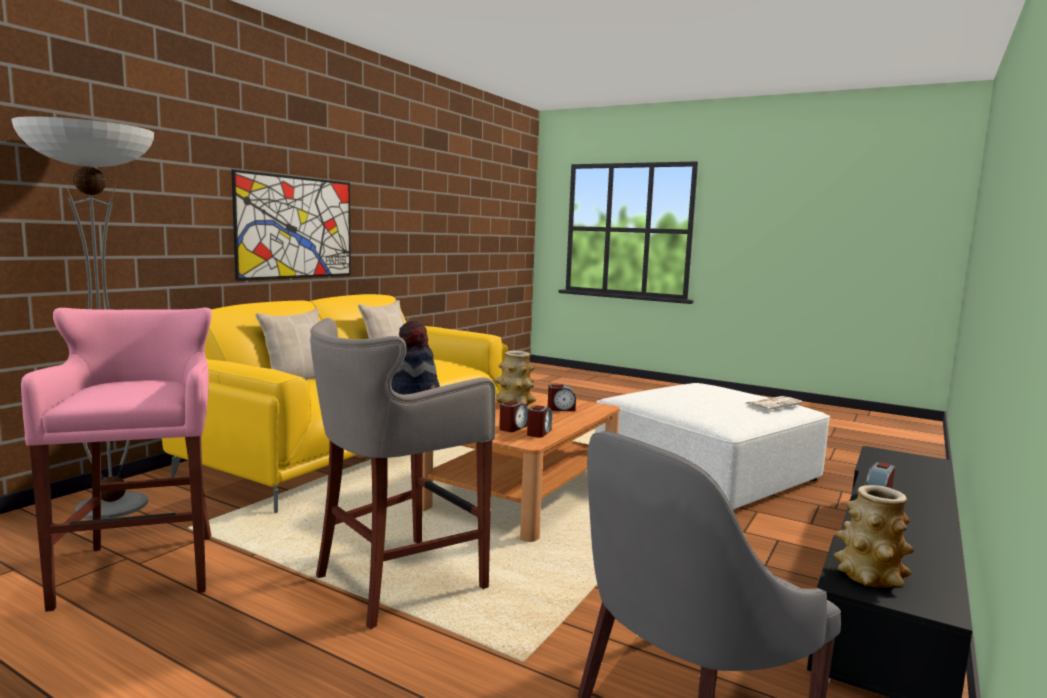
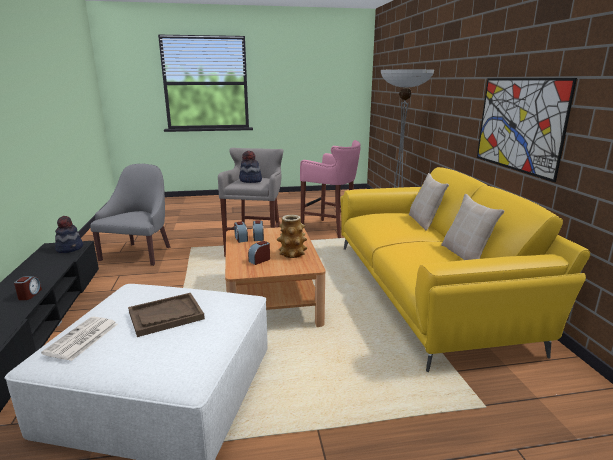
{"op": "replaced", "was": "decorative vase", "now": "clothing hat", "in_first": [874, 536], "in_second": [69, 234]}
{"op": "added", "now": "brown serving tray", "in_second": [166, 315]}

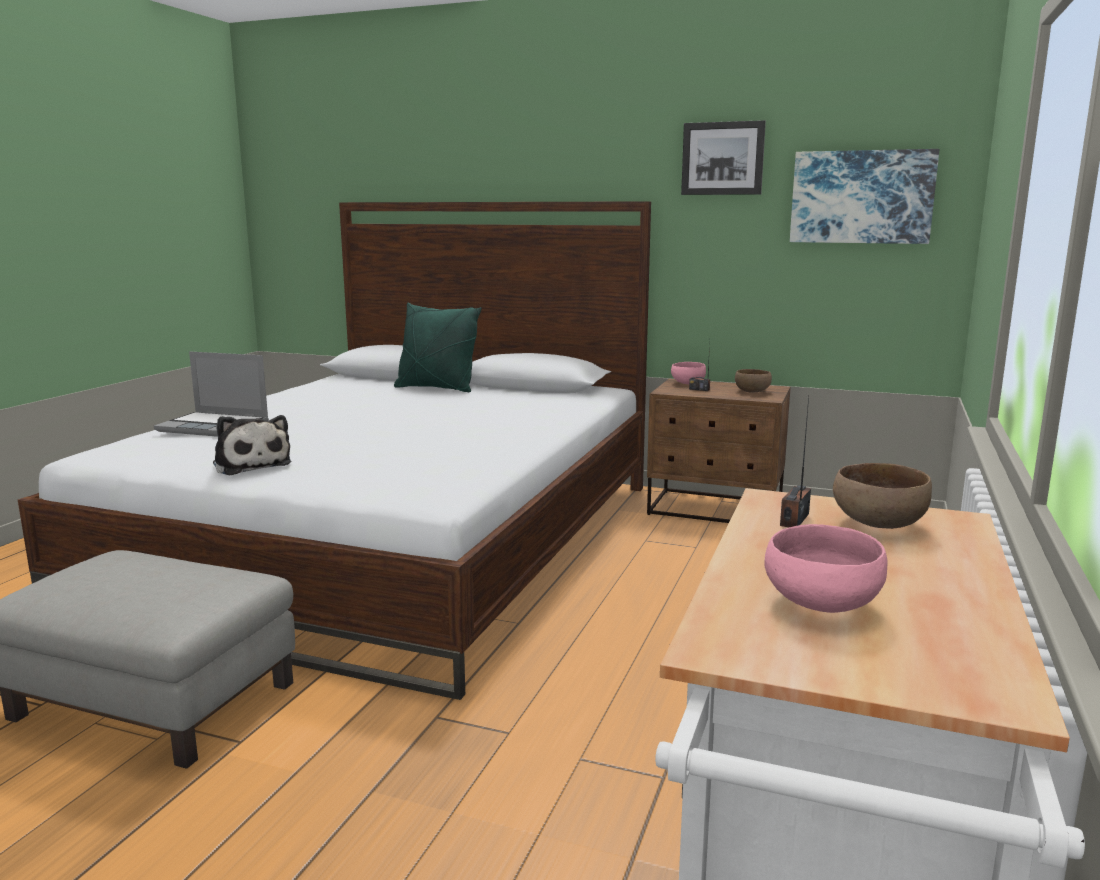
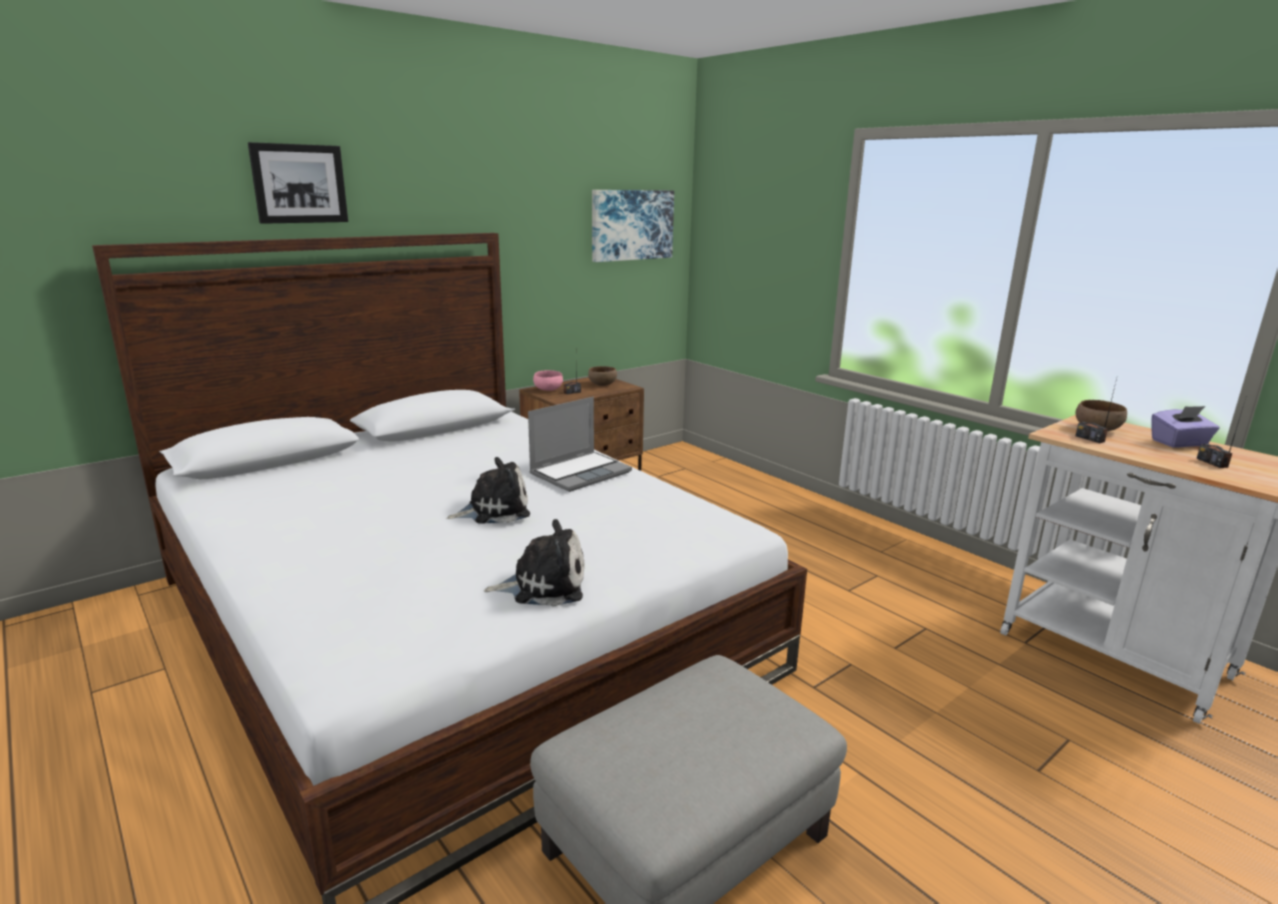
{"op": "moved", "was": "portable computer", "in_first": [211, 394], "in_second": [580, 444]}
{"op": "removed", "was": "green throw pillow", "in_first": [438, 347]}
{"op": "moved", "was": "wall art", "in_first": [723, 157], "in_second": [298, 183]}
{"op": "replaced", "was": "pink-coloured serving bowl", "now": "radio set", "in_first": [826, 568], "in_second": [1221, 431]}
{"op": "added", "now": "plush toy", "in_second": [488, 490]}
{"op": "added", "now": "purplish tissue box", "in_second": [1185, 427]}

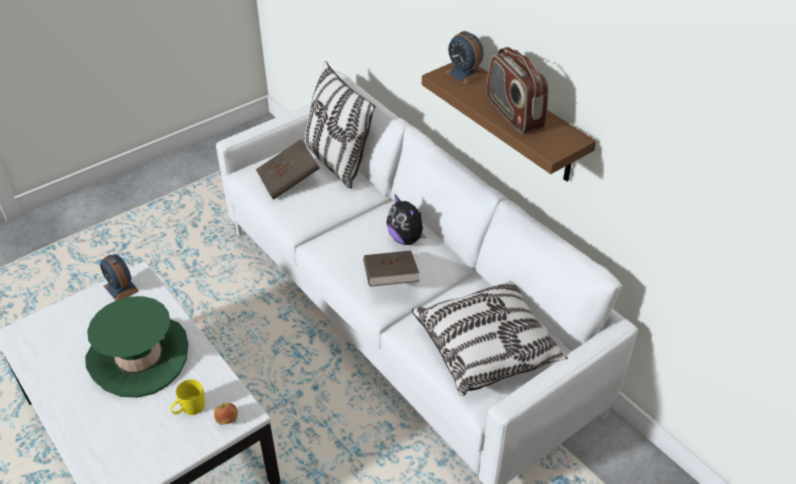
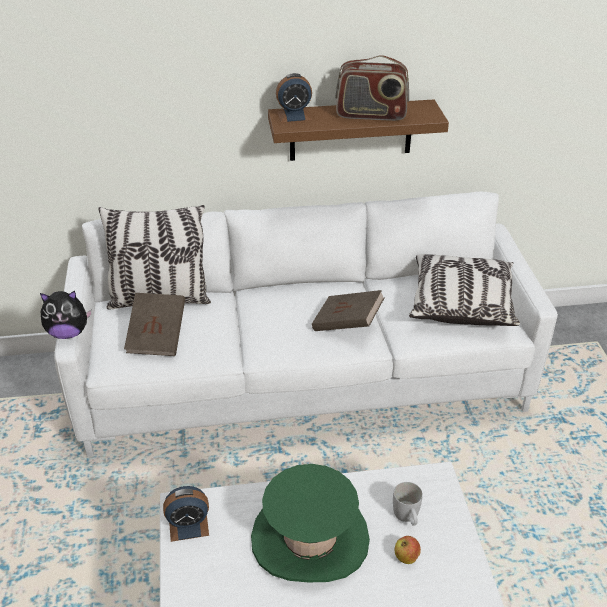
{"op": "recoloured", "was": "yellowish coffee mug", "now": "whitish coffee mug", "in_first": [187, 397], "in_second": [408, 503]}
{"op": "moved", "was": "whole apple", "in_first": [226, 414], "in_second": [408, 550]}
{"op": "moved", "was": "plush toy", "in_first": [407, 220], "in_second": [66, 314]}

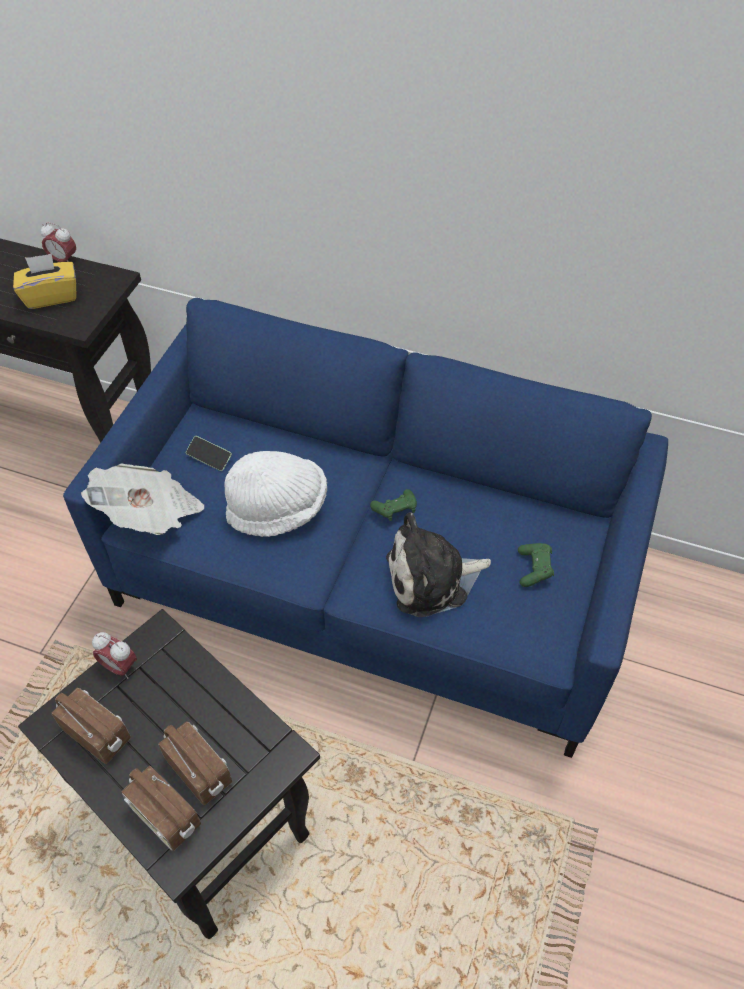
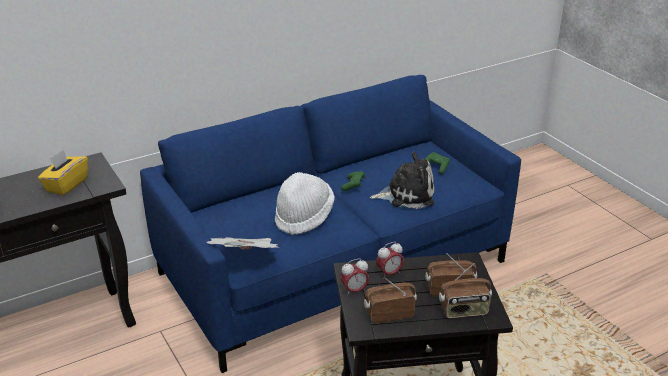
{"op": "moved", "was": "alarm clock", "in_first": [58, 242], "in_second": [390, 260]}
{"op": "removed", "was": "telephone", "in_first": [209, 453]}
{"op": "turned", "was": "plush toy", "in_first": [438, 564], "in_second": [402, 180], "clockwise": -120}

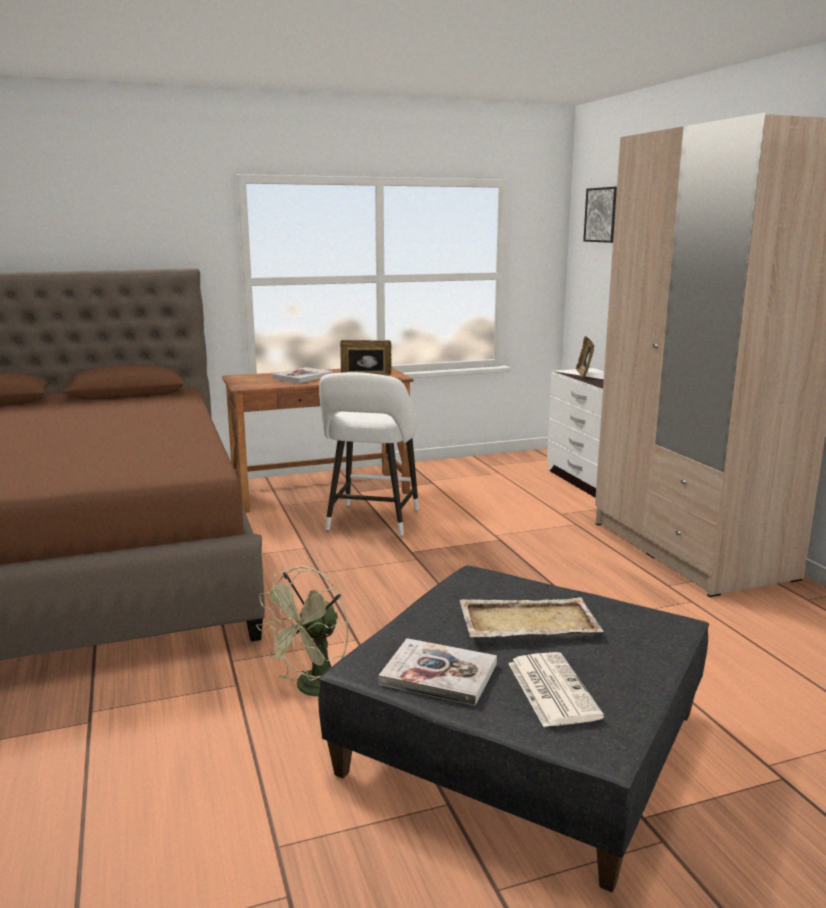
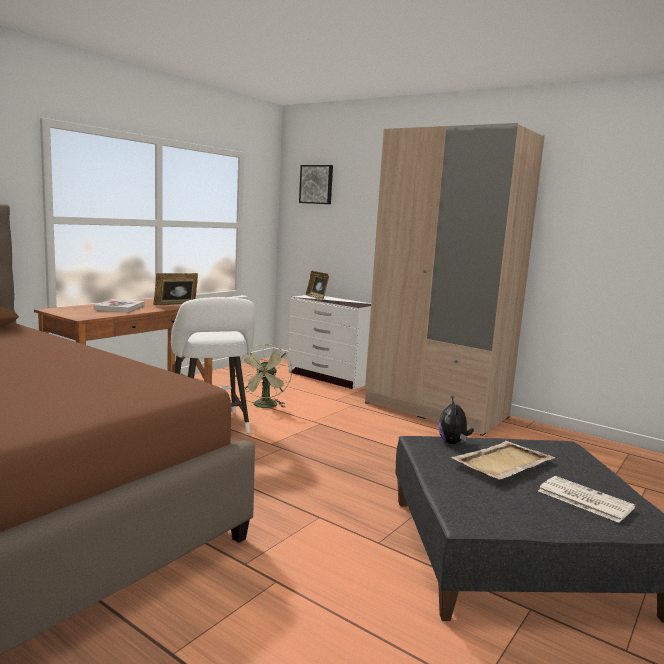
{"op": "moved", "was": "green fan", "in_first": [302, 631], "in_second": [266, 376]}
{"op": "removed", "was": "bound book", "in_first": [437, 672]}
{"op": "added", "now": "plush toy", "in_second": [456, 421]}

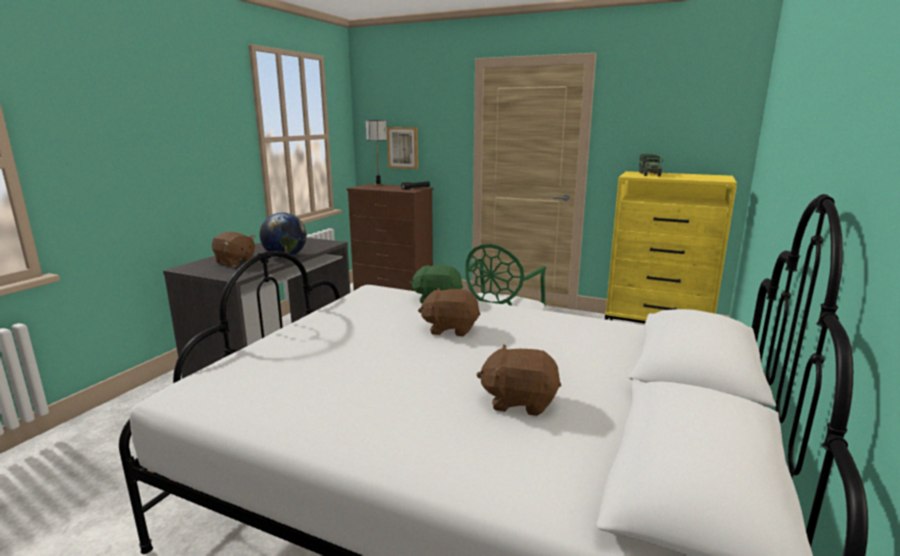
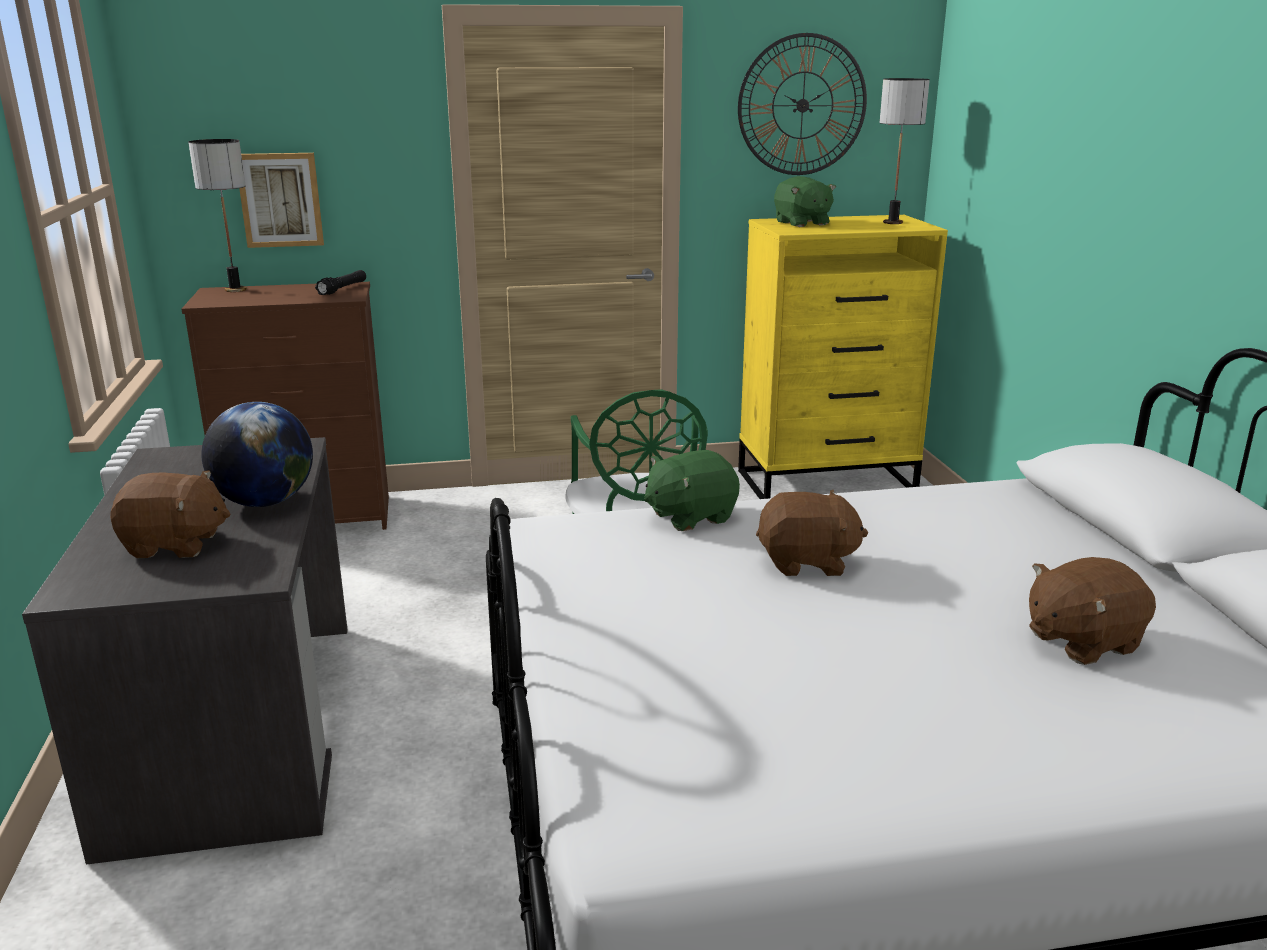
{"op": "turned", "was": "brown plush toy", "in_first": [449, 312], "in_second": [812, 533], "clockwise": -150}
{"op": "replaced", "was": "model truck", "now": "green plush toy", "in_first": [651, 165], "in_second": [805, 201]}
{"op": "added", "now": "clock on the wall", "in_second": [802, 104]}
{"op": "added", "now": "tabletop lamp", "in_second": [905, 151]}

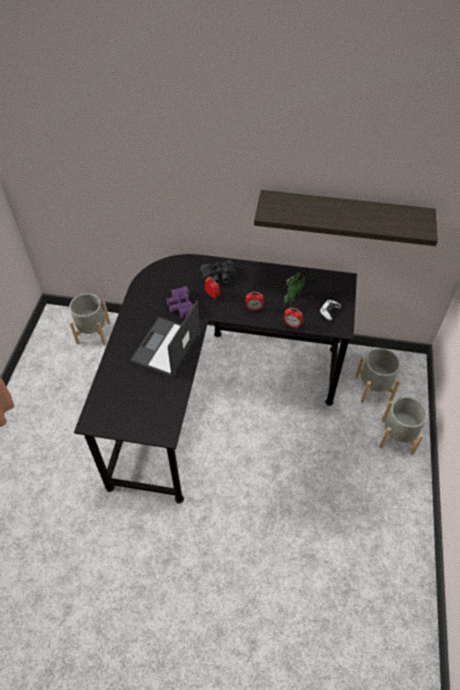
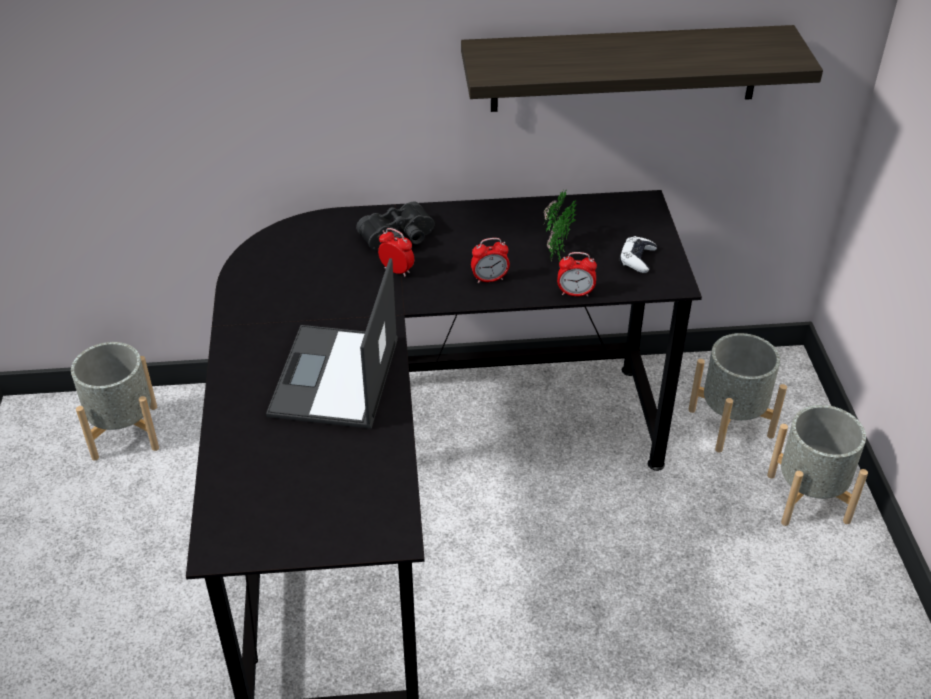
{"op": "removed", "was": "purplish binoculars", "in_first": [180, 302]}

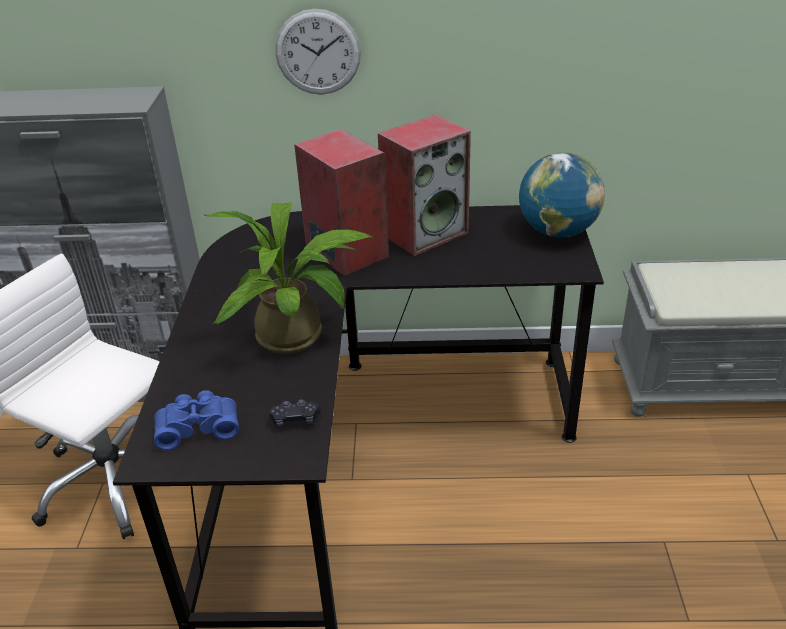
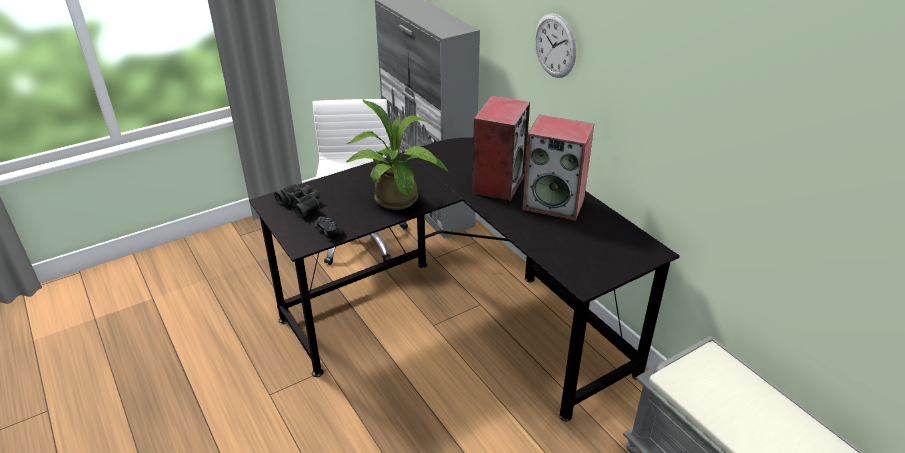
{"op": "recoloured", "was": "blue-coloured binoculars", "now": "blackish binoculars", "in_first": [196, 420], "in_second": [297, 201]}
{"op": "removed", "was": "world globe", "in_first": [562, 194]}

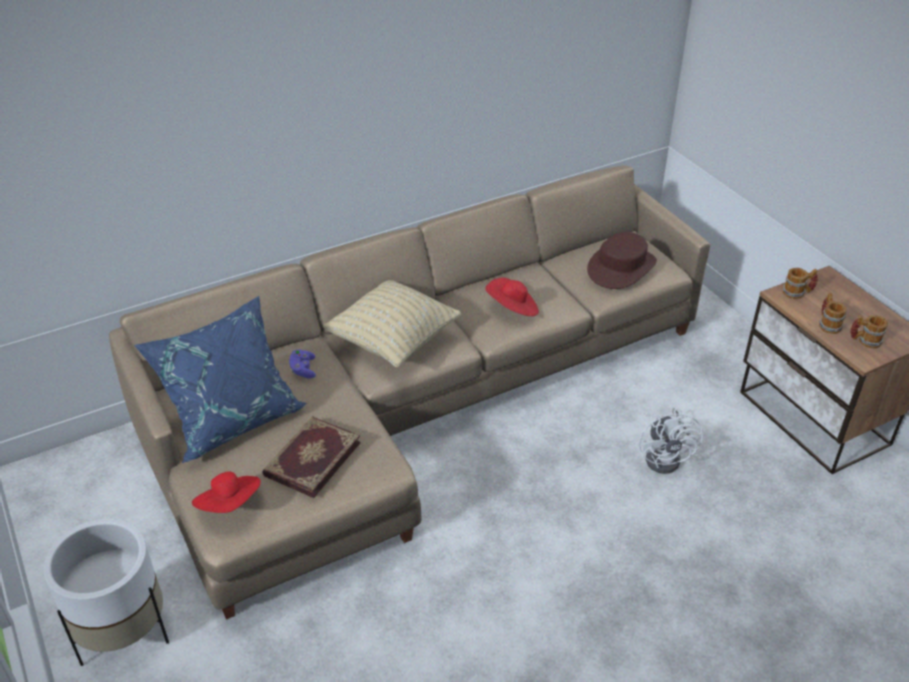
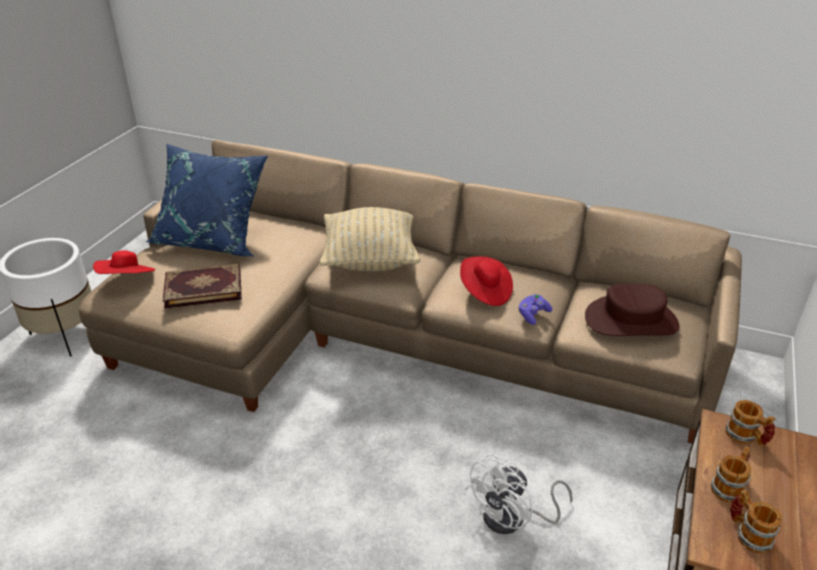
{"op": "moved", "was": "purplish gamepad", "in_first": [302, 363], "in_second": [535, 309]}

